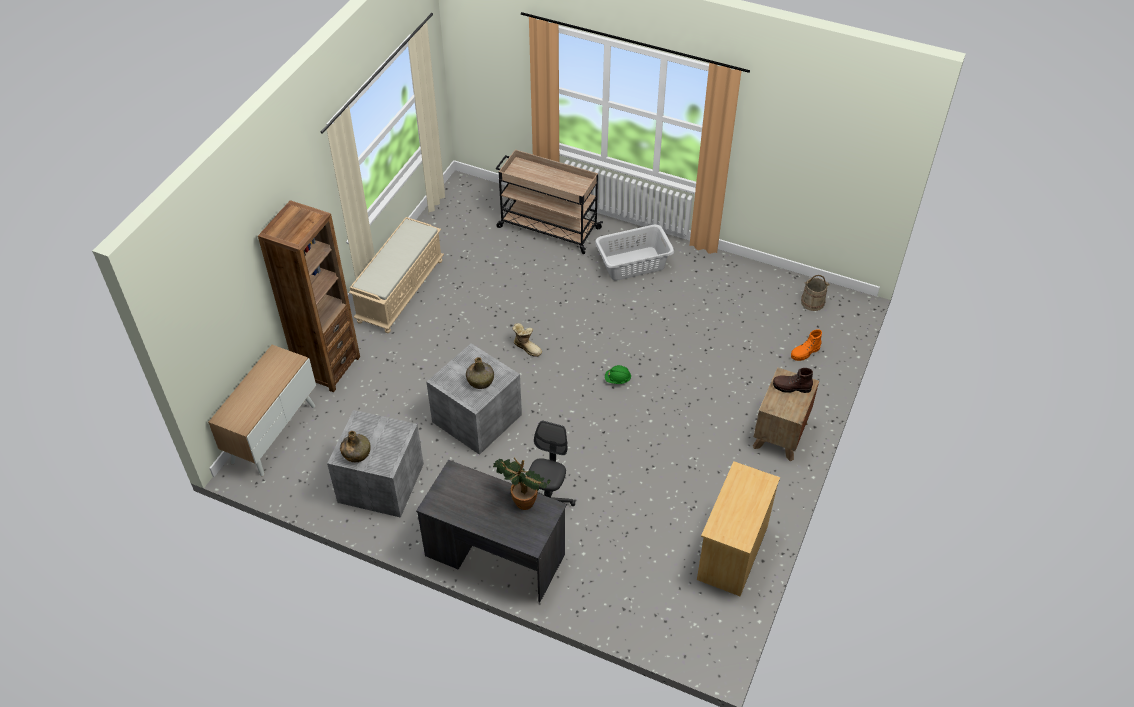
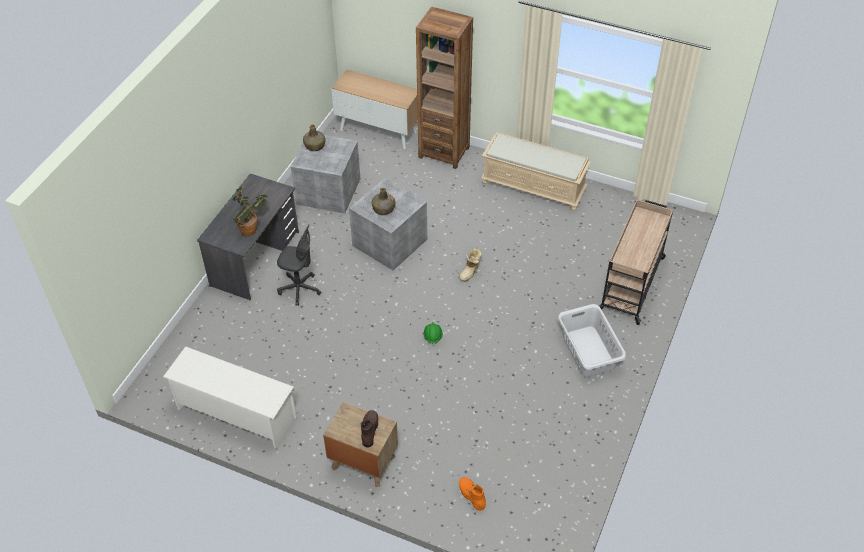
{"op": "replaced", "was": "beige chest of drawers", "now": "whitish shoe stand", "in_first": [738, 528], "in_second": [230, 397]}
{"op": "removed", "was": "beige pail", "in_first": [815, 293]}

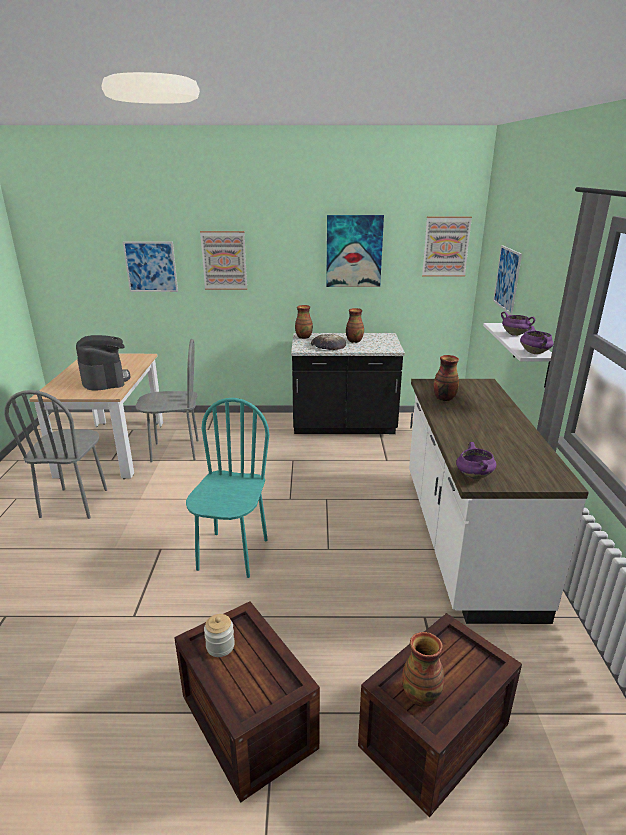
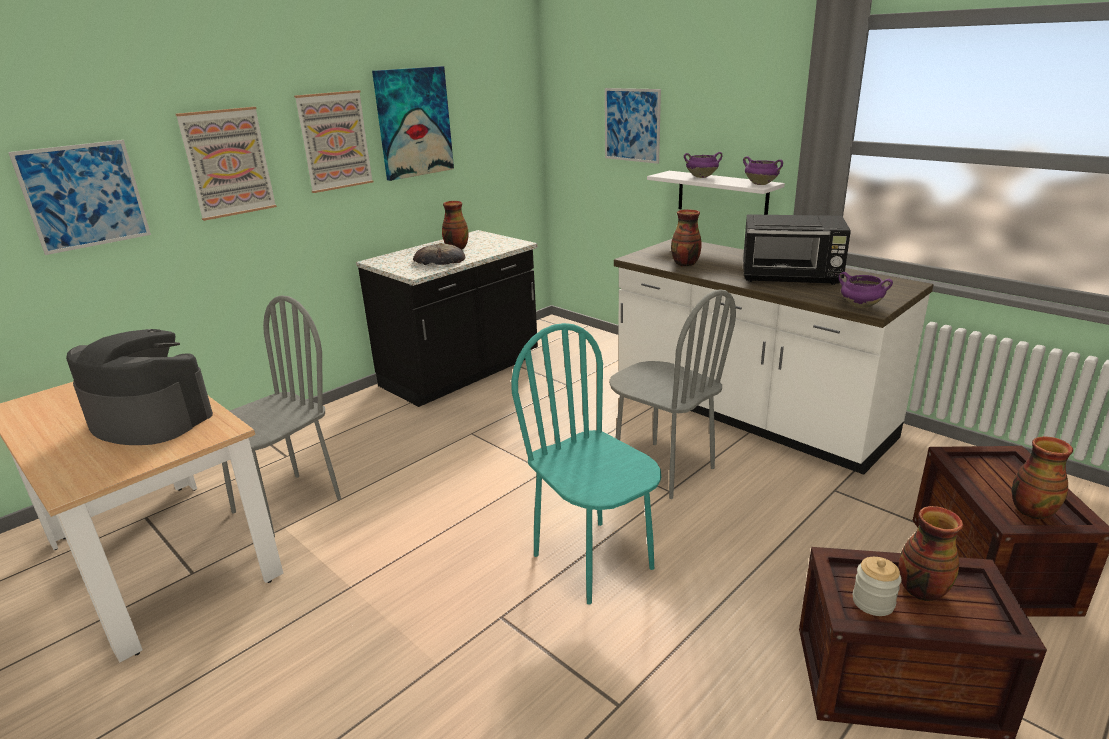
{"op": "moved", "was": "grey upright chair", "in_first": [55, 454], "in_second": [672, 394]}
{"op": "moved", "was": "decorative vase", "in_first": [304, 322], "in_second": [931, 553]}
{"op": "moved", "was": "wall art", "in_first": [447, 246], "in_second": [333, 141]}
{"op": "added", "now": "blackish kitchen microwave", "in_second": [797, 249]}

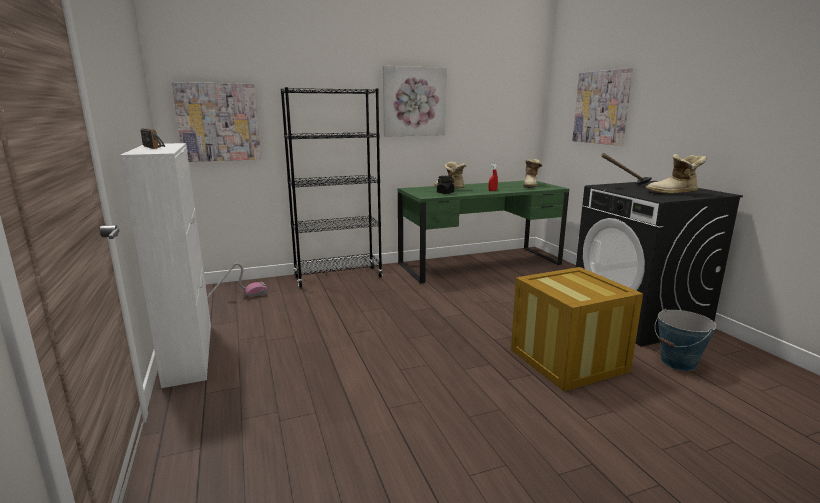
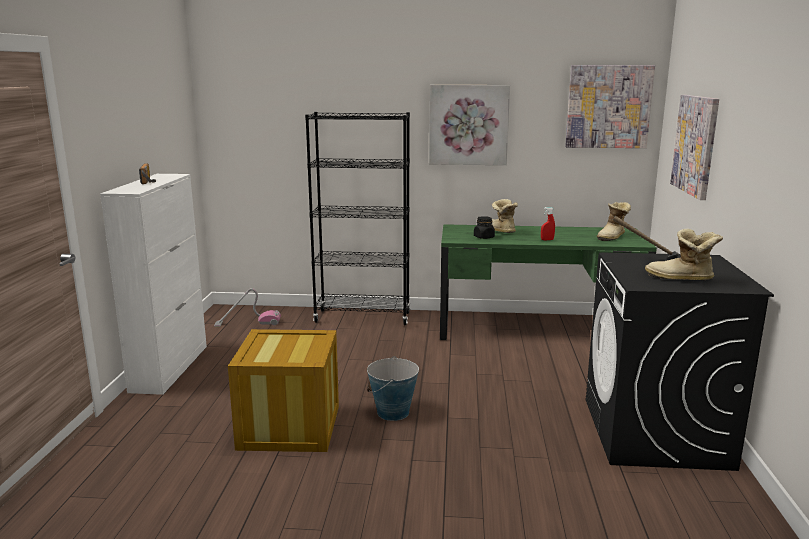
{"op": "moved", "was": "wall art", "in_first": [216, 122], "in_second": [610, 106]}
{"op": "moved", "was": "packing crate", "in_first": [577, 329], "in_second": [283, 390]}
{"op": "moved", "was": "pail", "in_first": [686, 340], "in_second": [393, 388]}

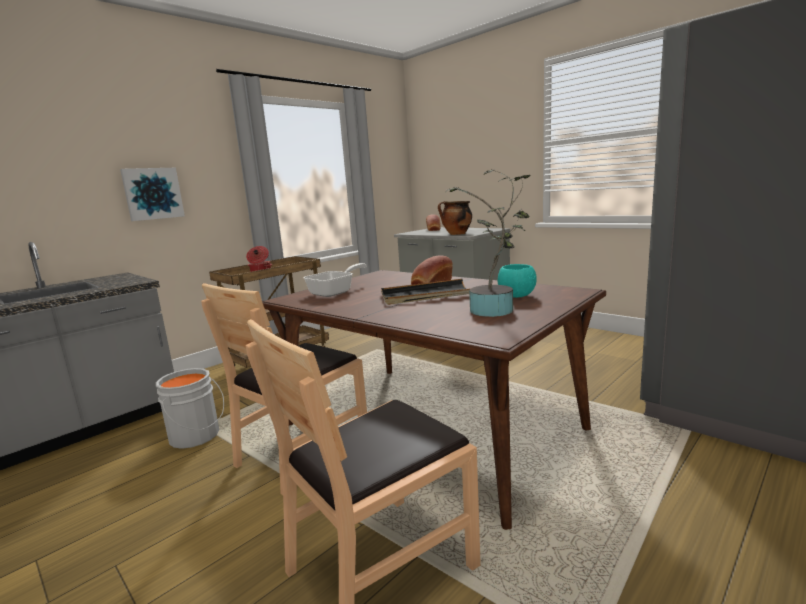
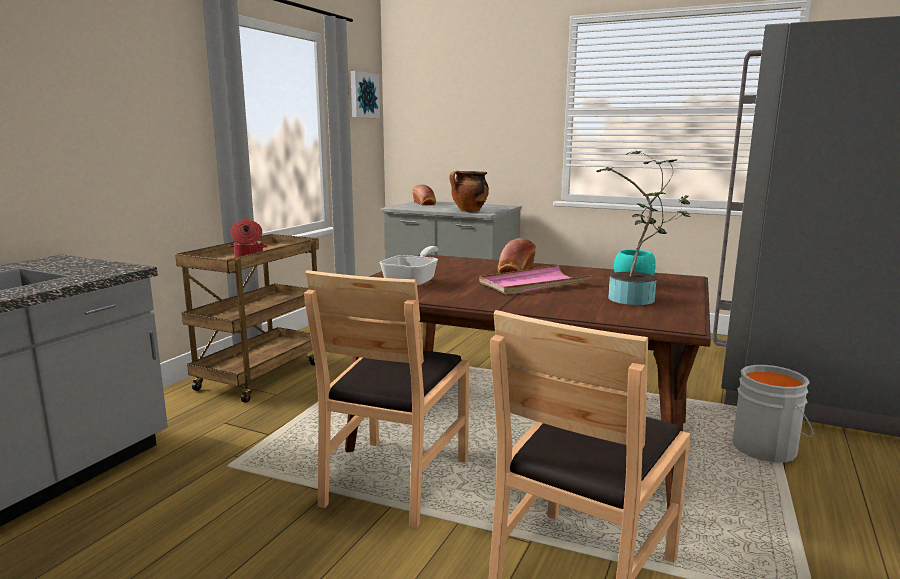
{"op": "moved", "was": "wall art", "in_first": [152, 194], "in_second": [365, 94]}
{"op": "moved", "was": "grey pail", "in_first": [190, 408], "in_second": [773, 414]}
{"op": "recoloured", "was": "blackish serving tray", "now": "pink-coloured serving tray", "in_first": [426, 292], "in_second": [535, 280]}

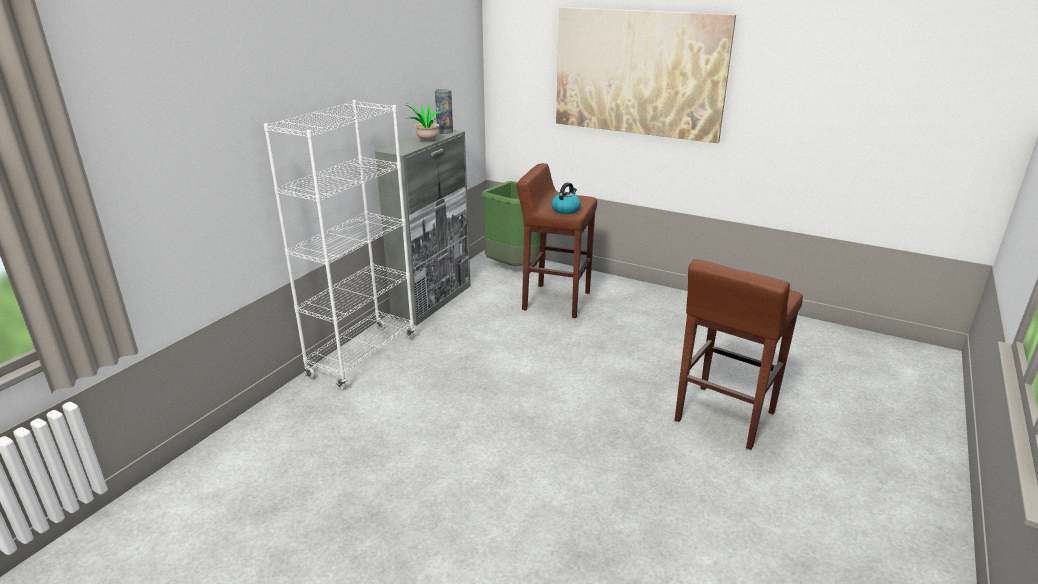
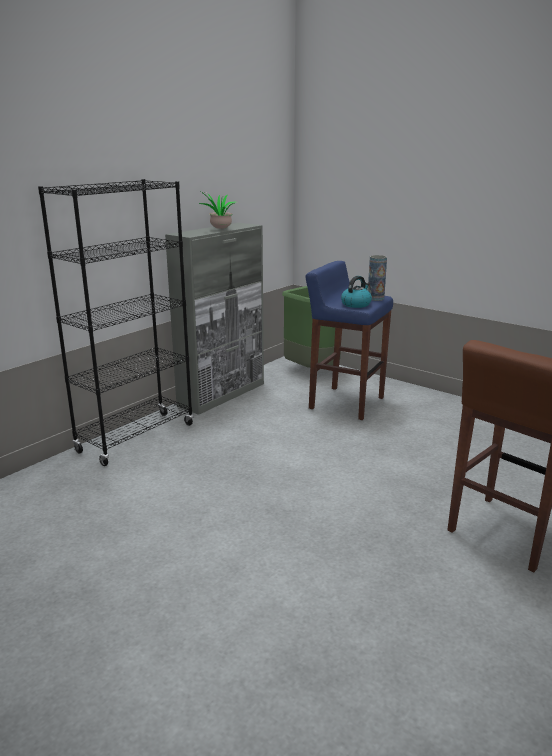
{"op": "recoloured", "was": "whitish shelving unit", "now": "blackish shelving unit", "in_first": [339, 245], "in_second": [115, 322]}
{"op": "moved", "was": "decorative vase", "in_first": [444, 111], "in_second": [377, 278]}
{"op": "recoloured", "was": "brown stool seat", "now": "blue-coloured stool seat", "in_first": [556, 240], "in_second": [349, 340]}
{"op": "removed", "was": "wall art", "in_first": [646, 75]}

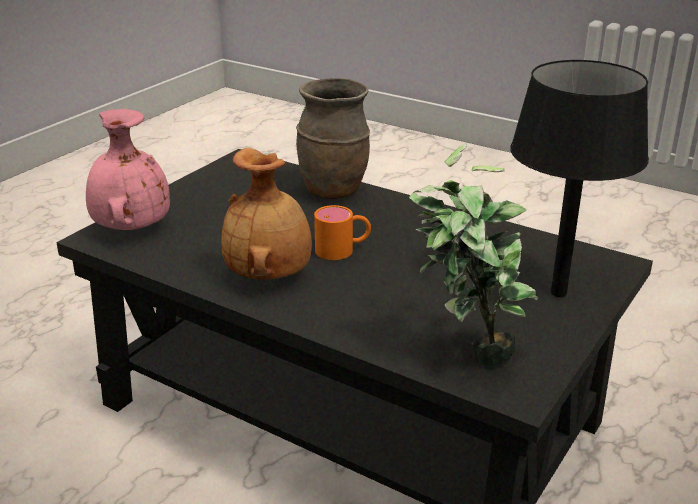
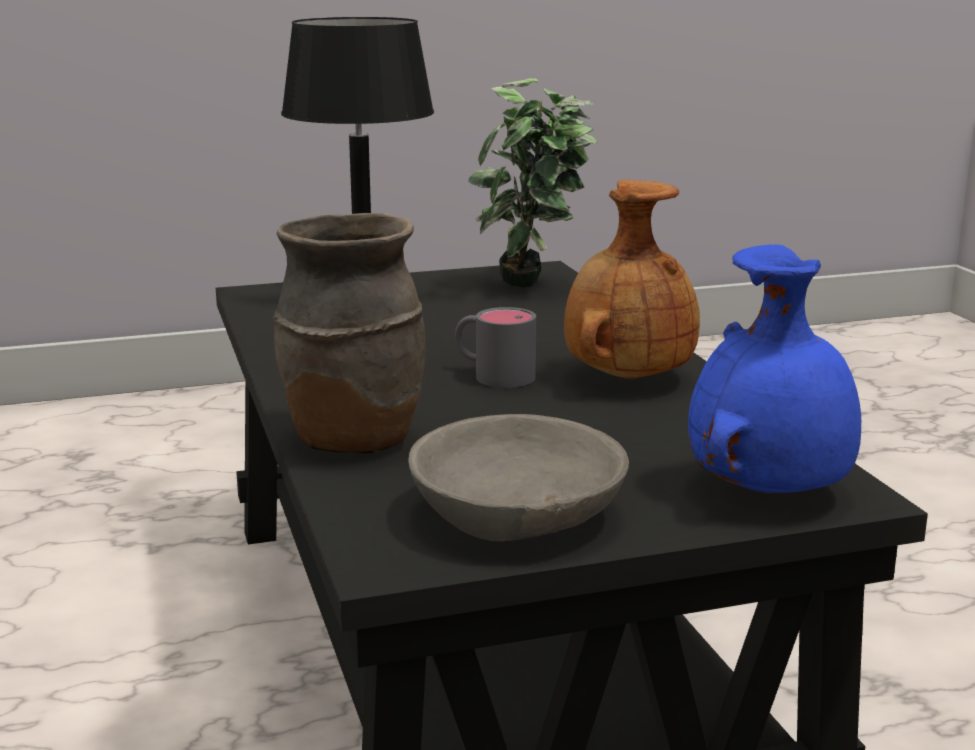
{"op": "recoloured", "was": "pink-coloured decorative vase", "now": "blue-coloured decorative vase", "in_first": [128, 169], "in_second": [774, 369]}
{"op": "recoloured", "was": "orange-coloured coffee mug", "now": "grey coffee mug", "in_first": [342, 232], "in_second": [495, 347]}
{"op": "added", "now": "grey serving bowl", "in_second": [518, 478]}

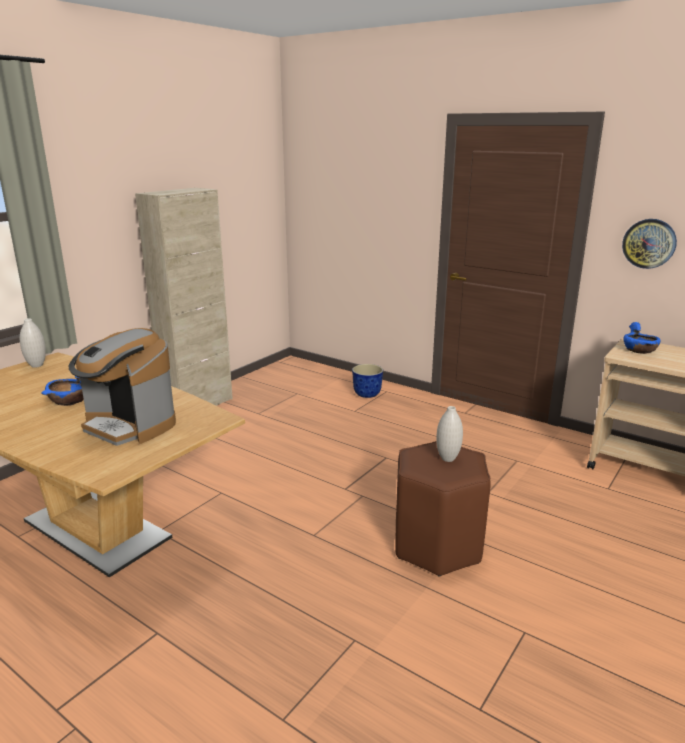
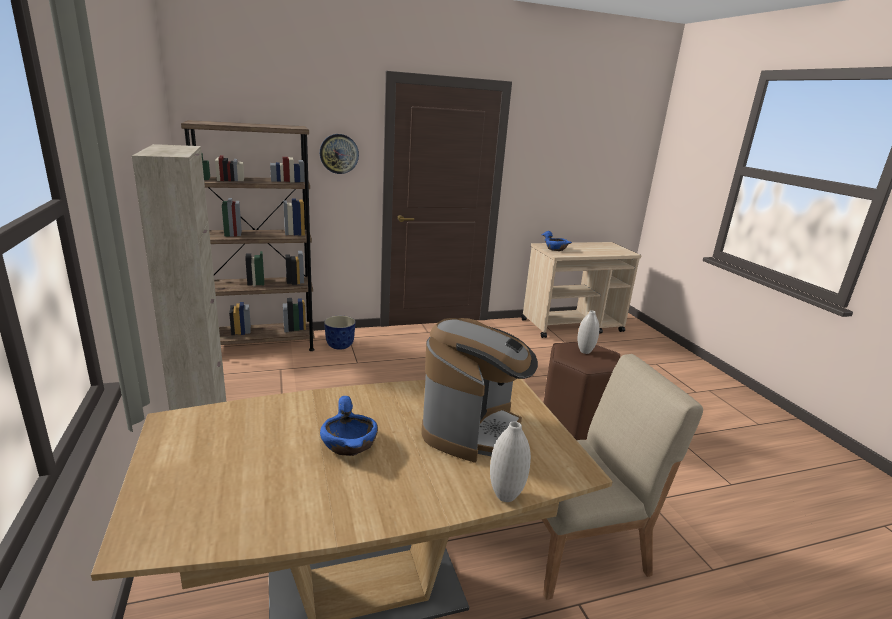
{"op": "moved", "was": "whitish decorative vase", "in_first": [33, 343], "in_second": [510, 461]}
{"op": "turned", "was": "coffee maker", "in_first": [122, 387], "in_second": [480, 390], "clockwise": -45}
{"op": "moved", "was": "clock on the wall", "in_first": [649, 244], "in_second": [339, 154]}
{"op": "added", "now": "brown shelving unit", "in_second": [247, 235]}
{"op": "added", "now": "beige upright chair", "in_second": [622, 477]}

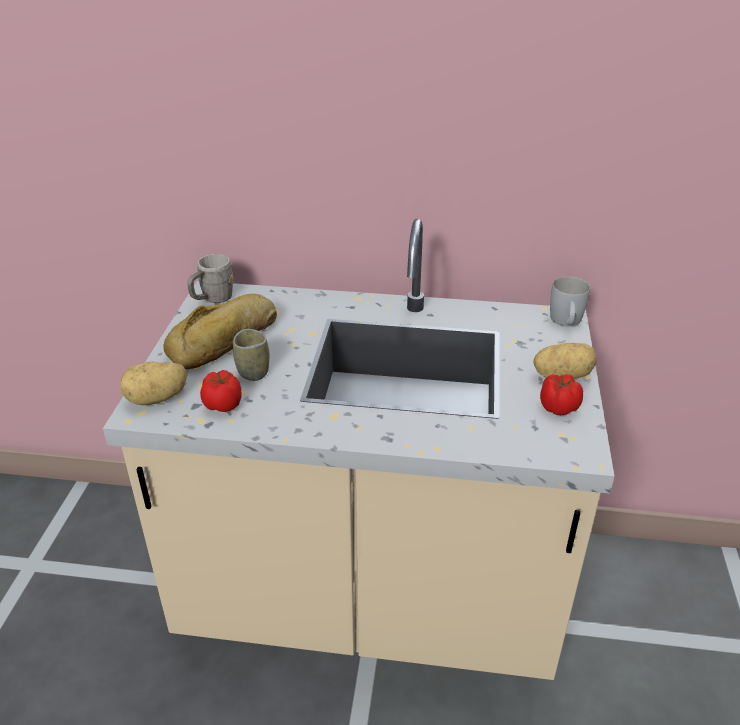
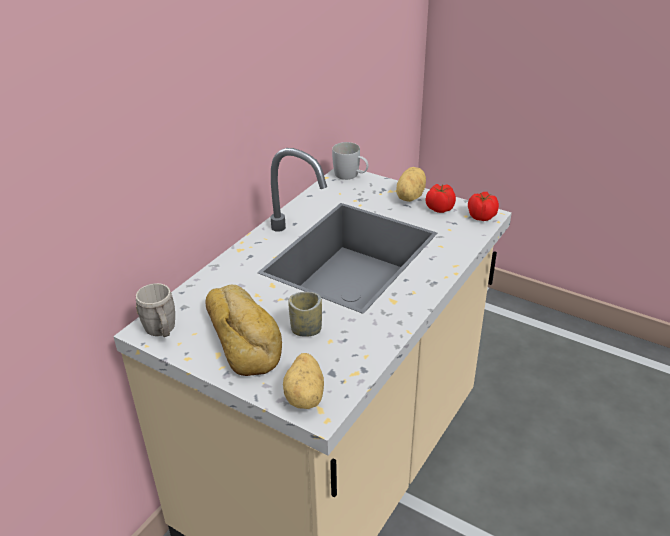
{"op": "moved", "was": "fresh tomato", "in_first": [220, 391], "in_second": [483, 206]}

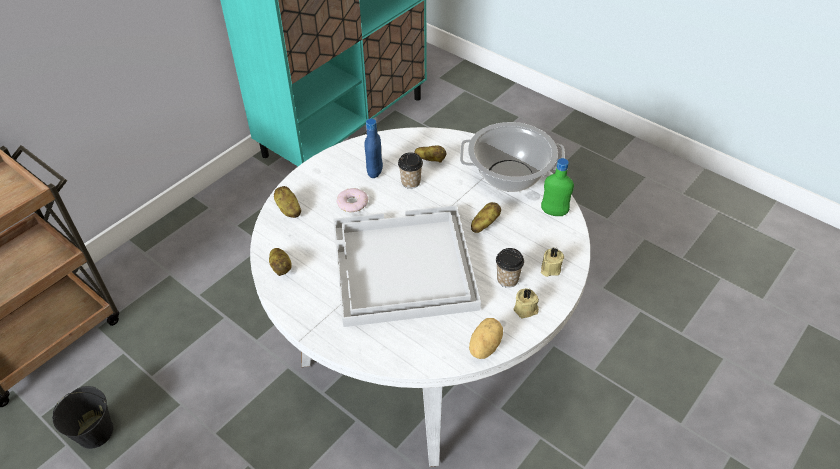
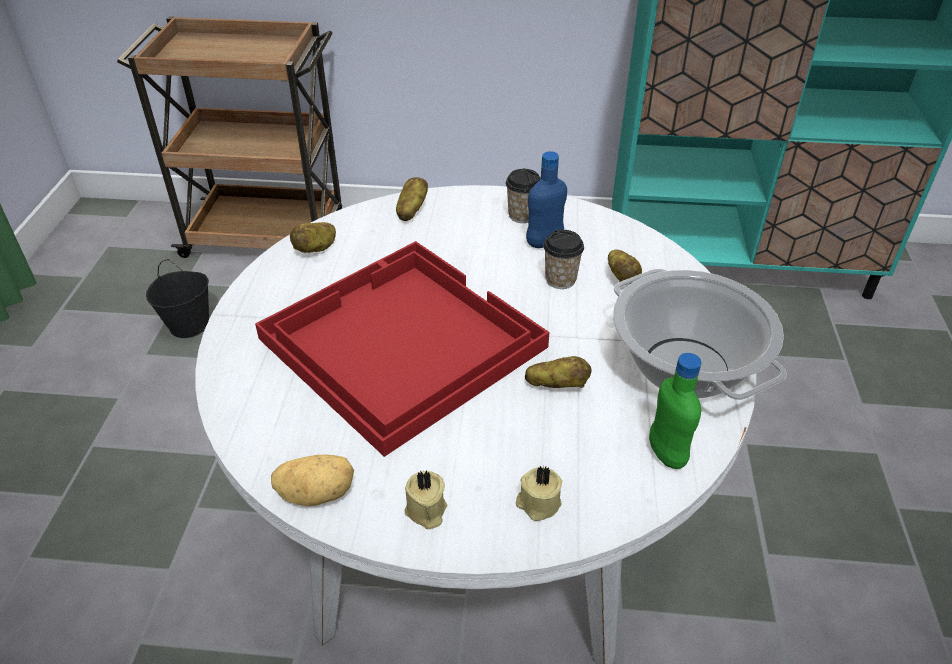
{"op": "recoloured", "was": "whitish serving tray", "now": "red serving tray", "in_first": [407, 266], "in_second": [402, 349]}
{"op": "removed", "was": "donut", "in_first": [352, 200]}
{"op": "moved", "was": "cup", "in_first": [510, 268], "in_second": [523, 196]}

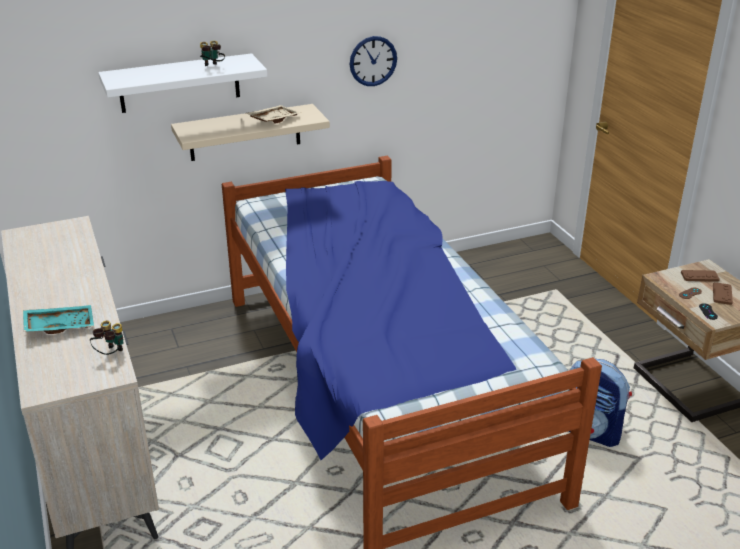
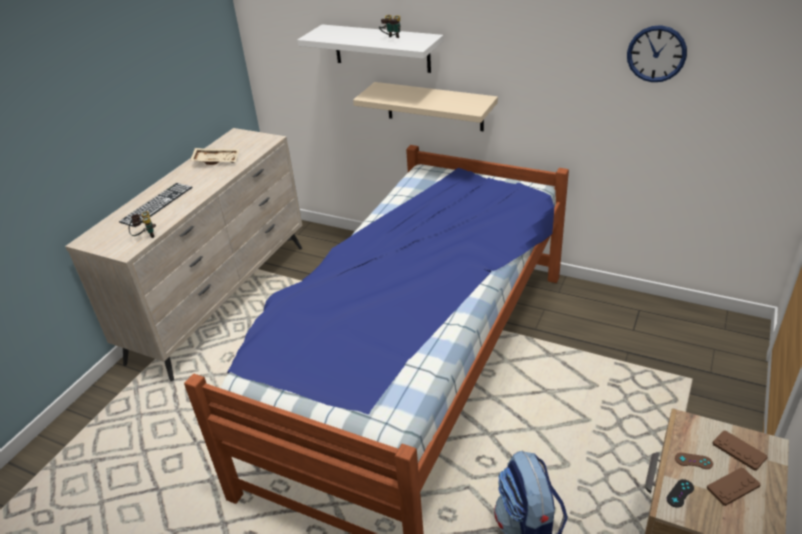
{"op": "replaced", "was": "turquoise serving tray", "now": "PC keyboard", "in_first": [58, 319], "in_second": [156, 205]}
{"op": "moved", "was": "beige serving tray", "in_first": [273, 114], "in_second": [214, 156]}
{"op": "moved", "was": "clock on the wall", "in_first": [373, 61], "in_second": [657, 53]}

